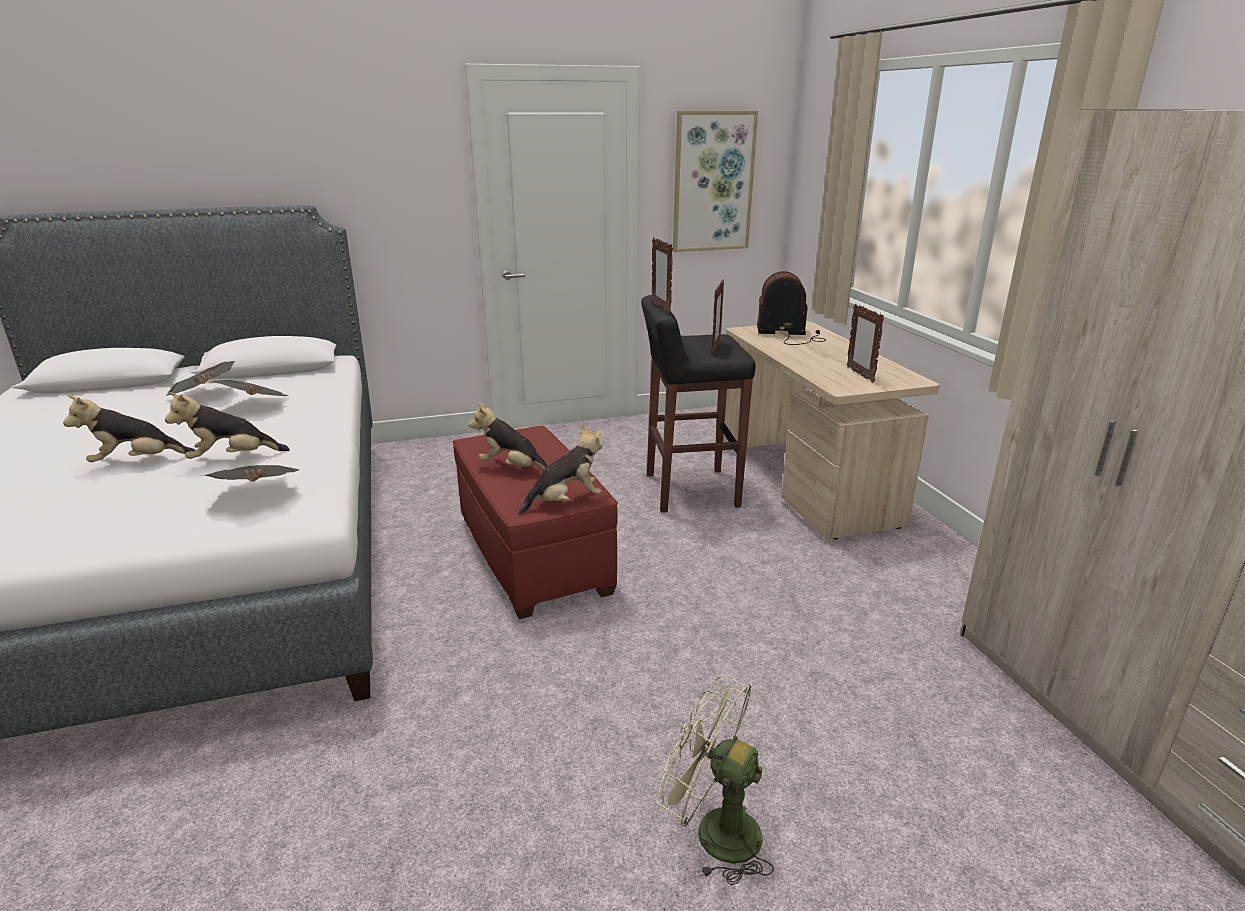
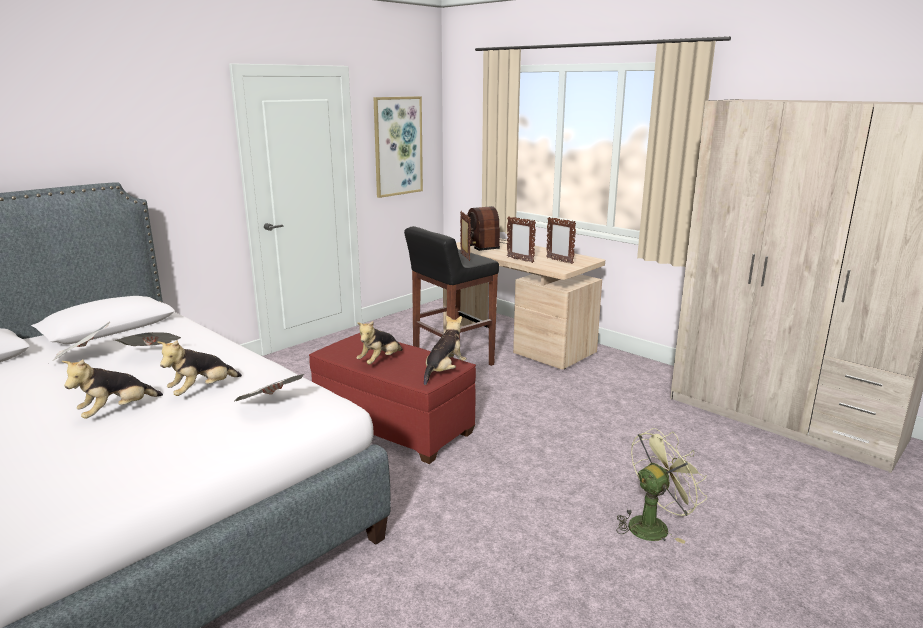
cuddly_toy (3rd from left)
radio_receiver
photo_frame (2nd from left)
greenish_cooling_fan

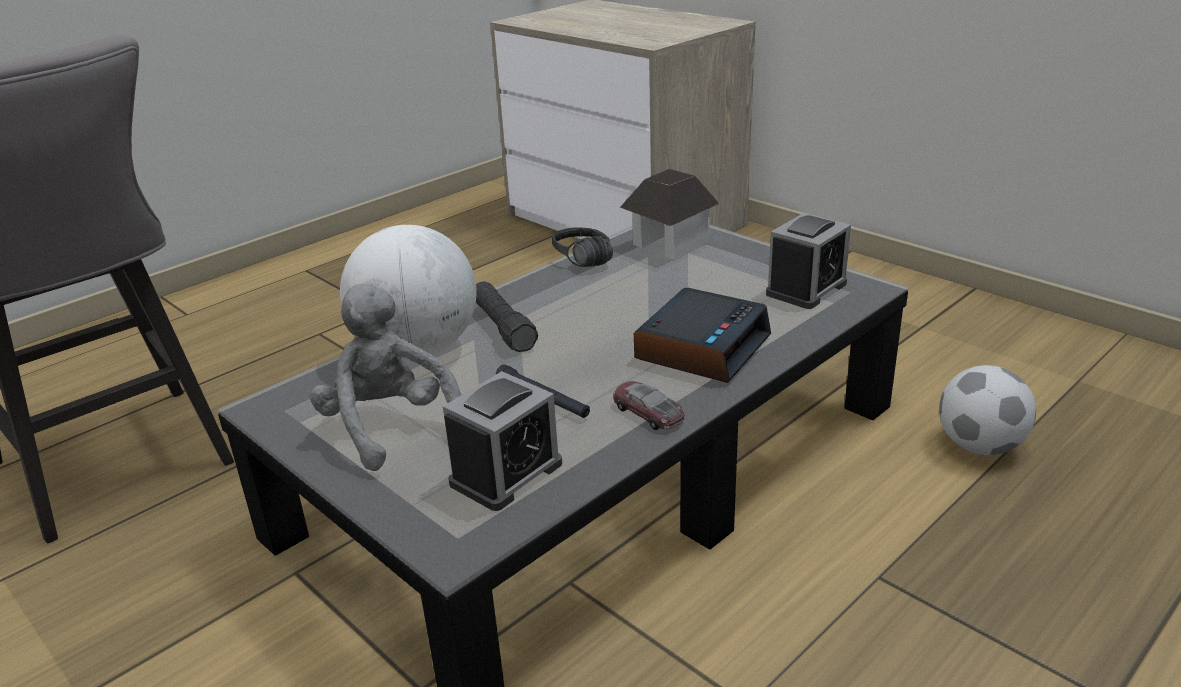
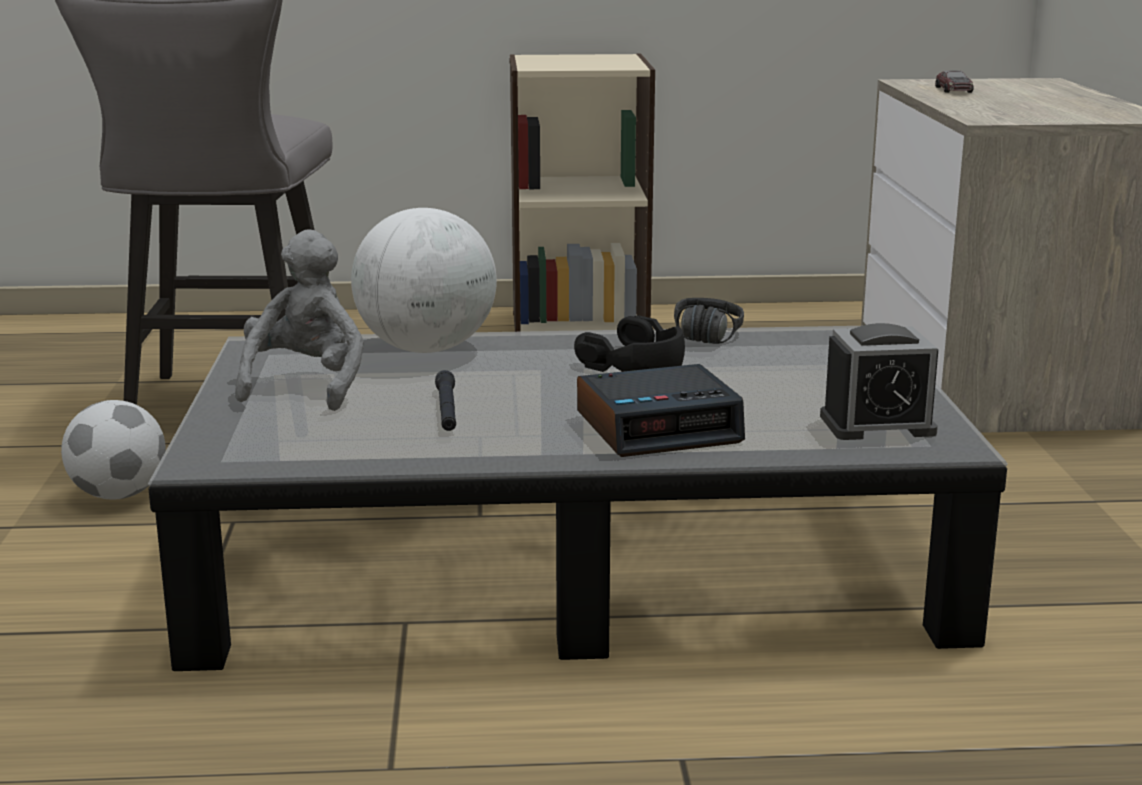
ball_for_football
sand-coloured_bookshelf
blackish_headset (1st from left)
model_car
alarm_clock (1st from left in the first image)
blackish_hand_torch (1st from left in the first image)
miniature_house

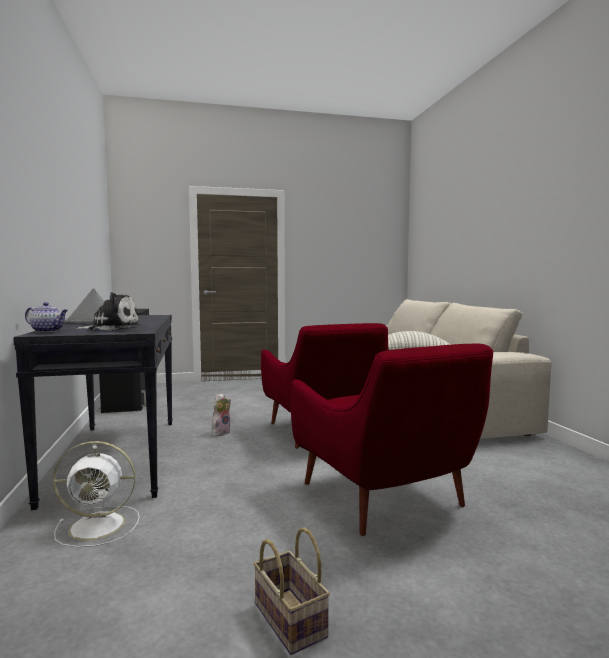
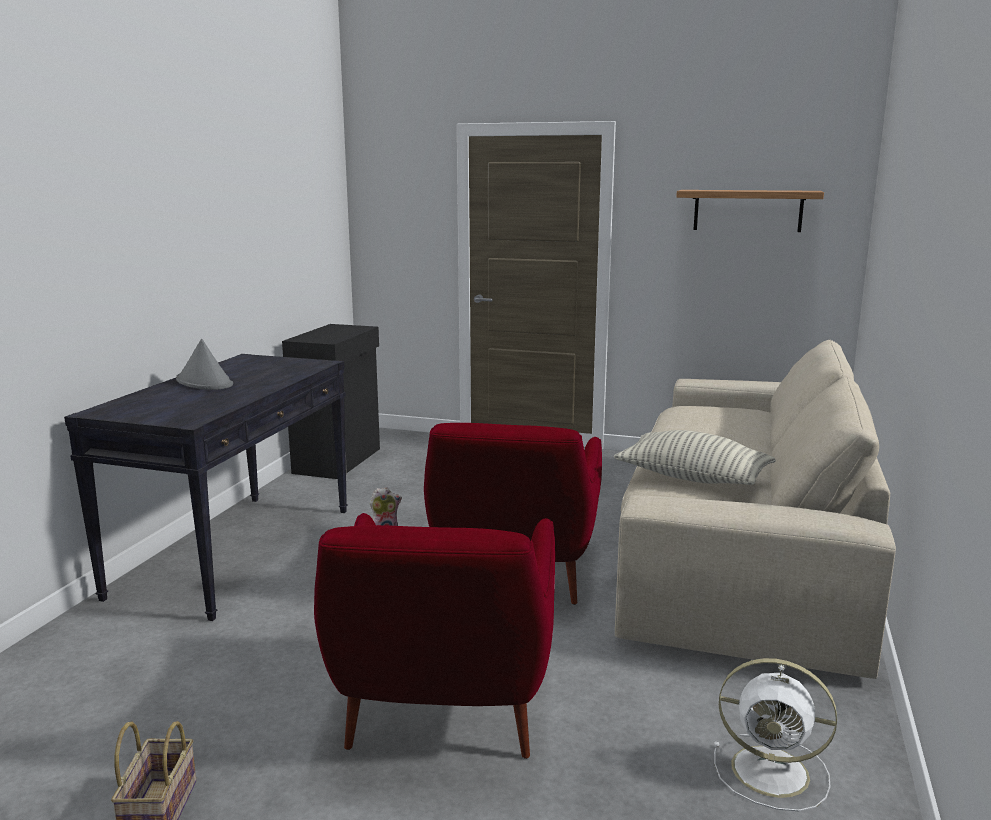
wall_shelf
whitish_cooling_fan
teapot
cuddly_toy (1st from left in the first image)

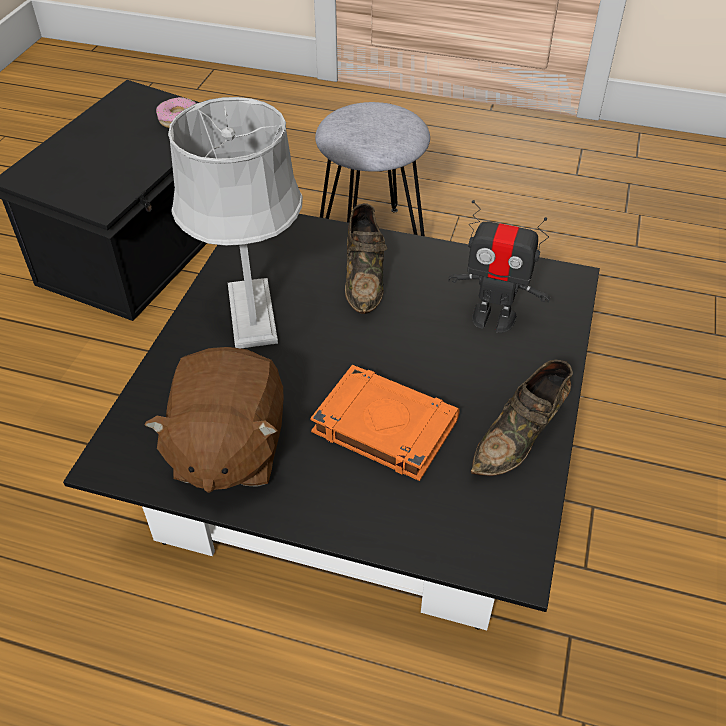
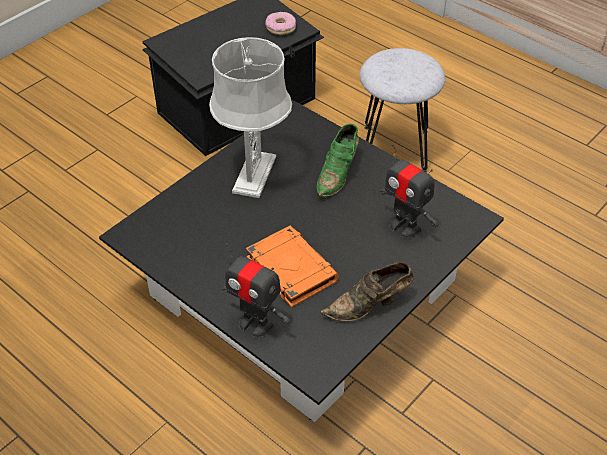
model_robot (1st from left)
greenish_shoe
brown_cuddly_toy

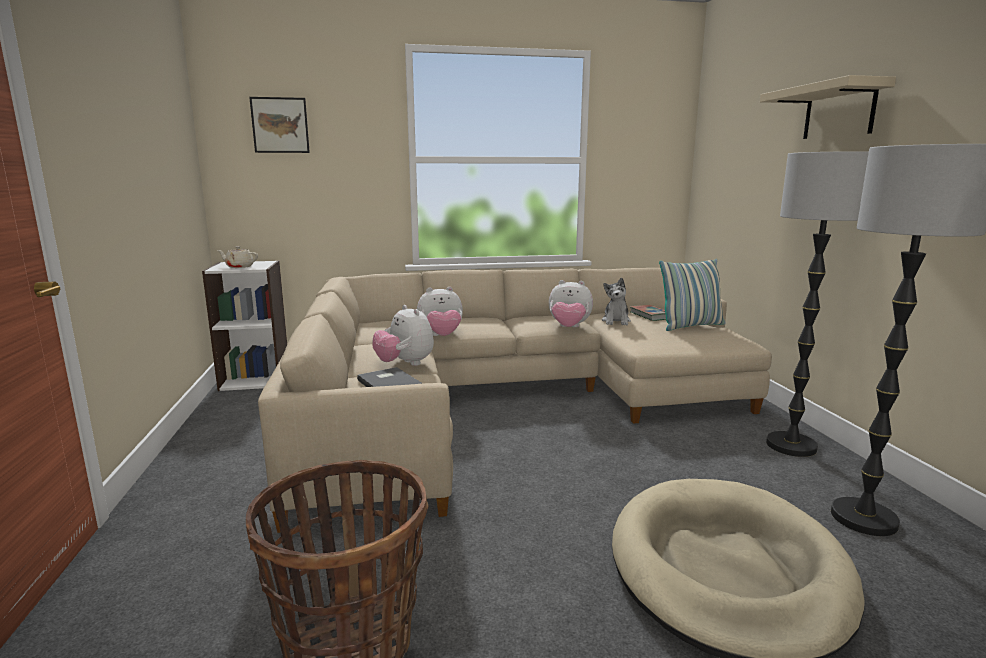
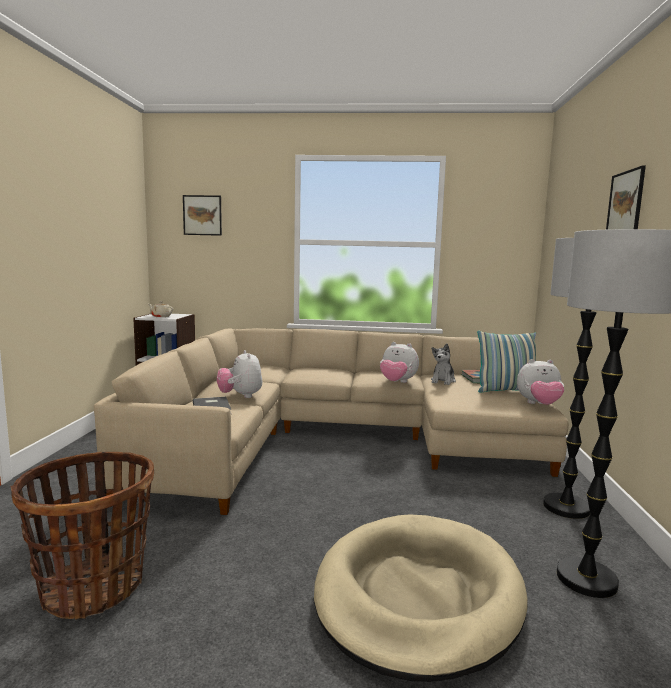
cuddly_toy (4th from left)
picture (2nd from left)

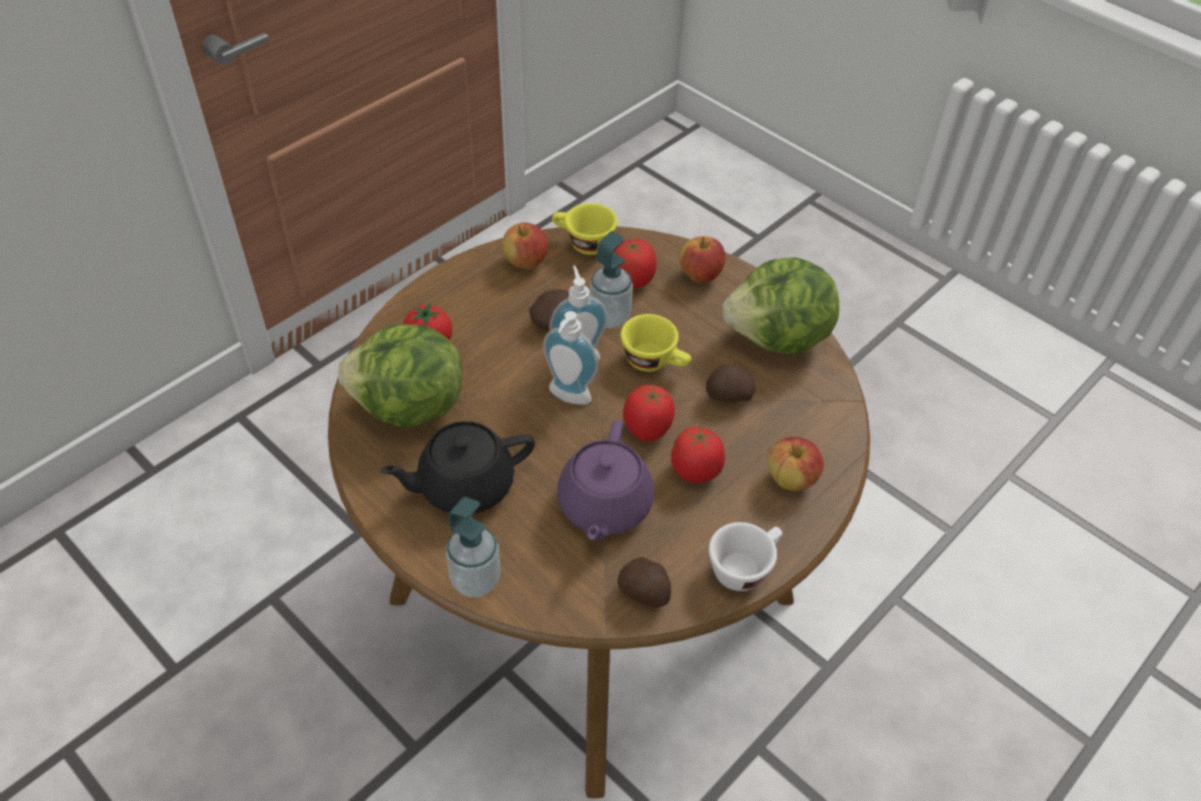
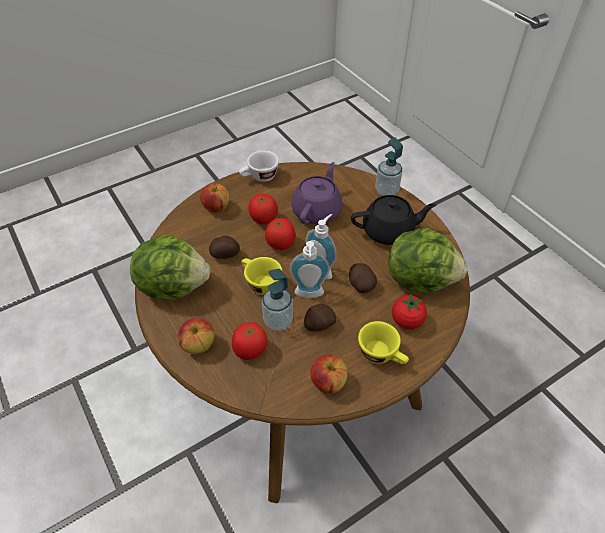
spud (3rd from left)
yellow_cup (2nd from left)

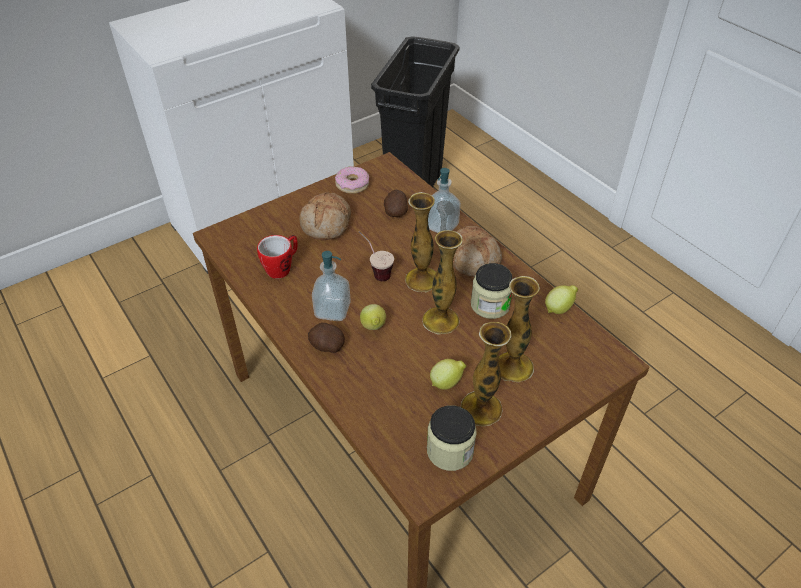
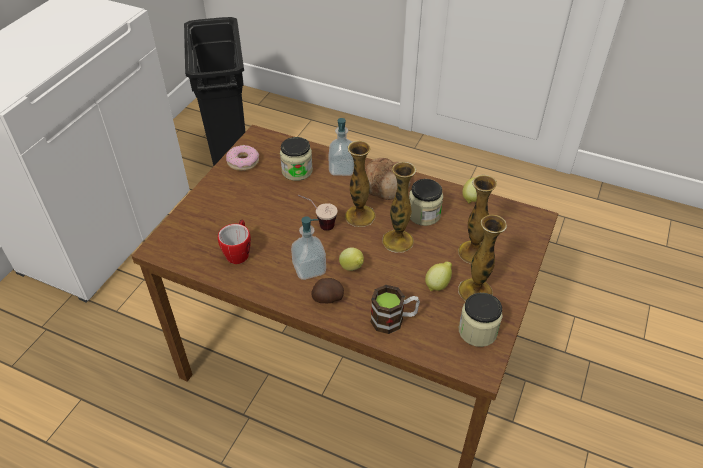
preserve_jar (1st from left)
tea_mug (2nd from left)
bakery_bread (1st from left in the first image)

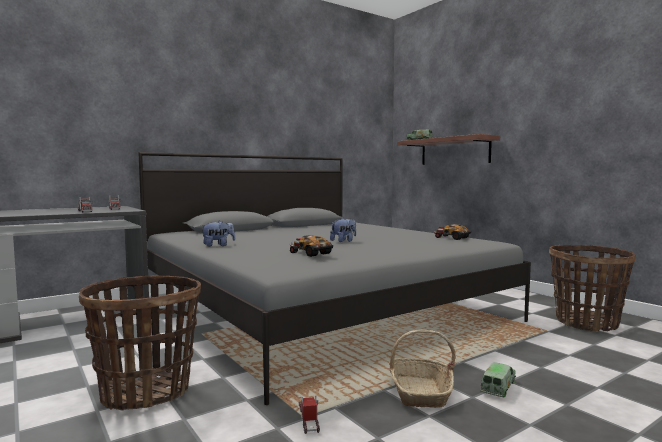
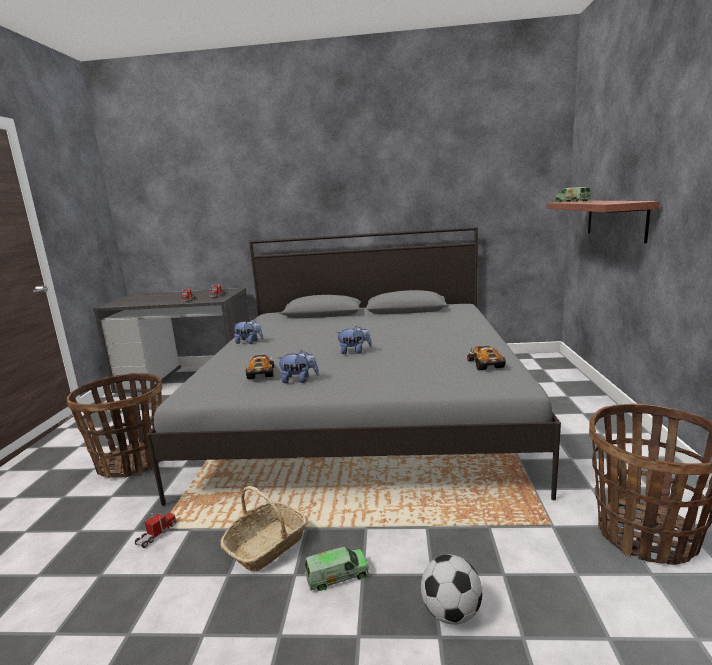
cuddly_toy (2nd from left)
ball_for_football

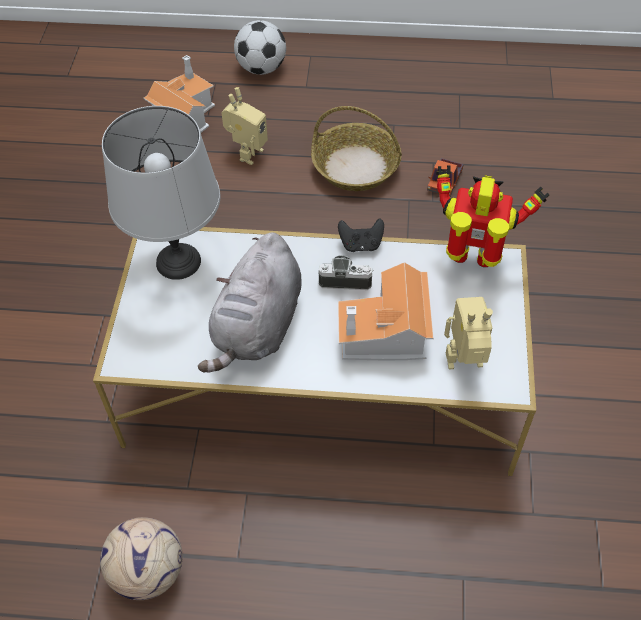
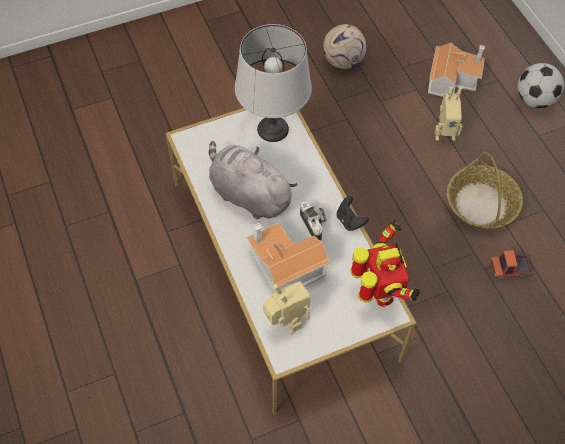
grey_cuddly_toy
ball_for_football (1st from left)

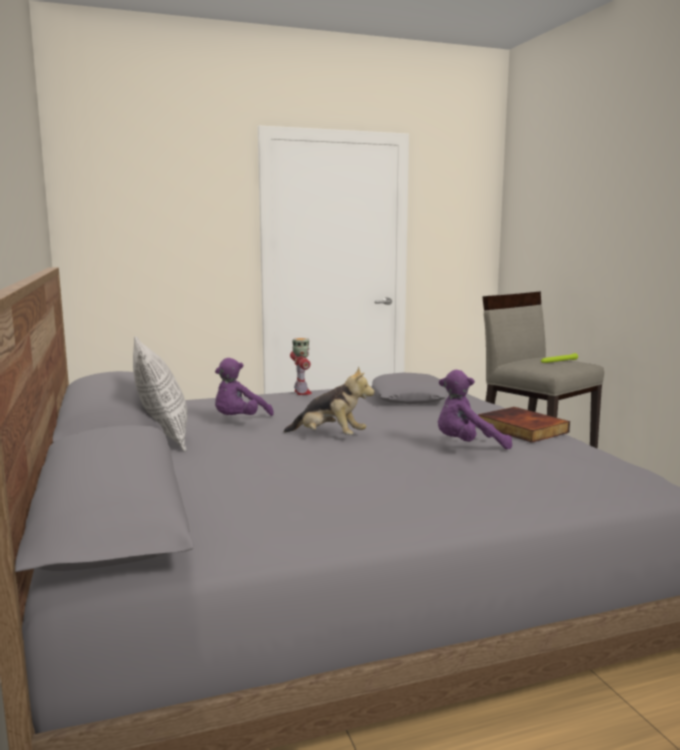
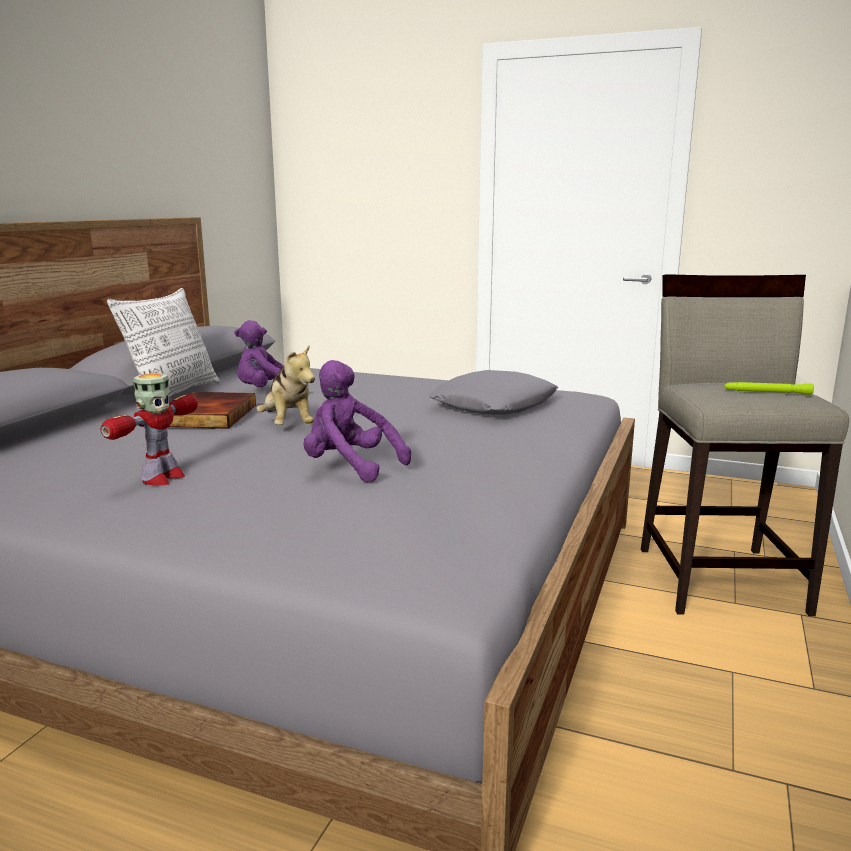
model_robot
bound_book

